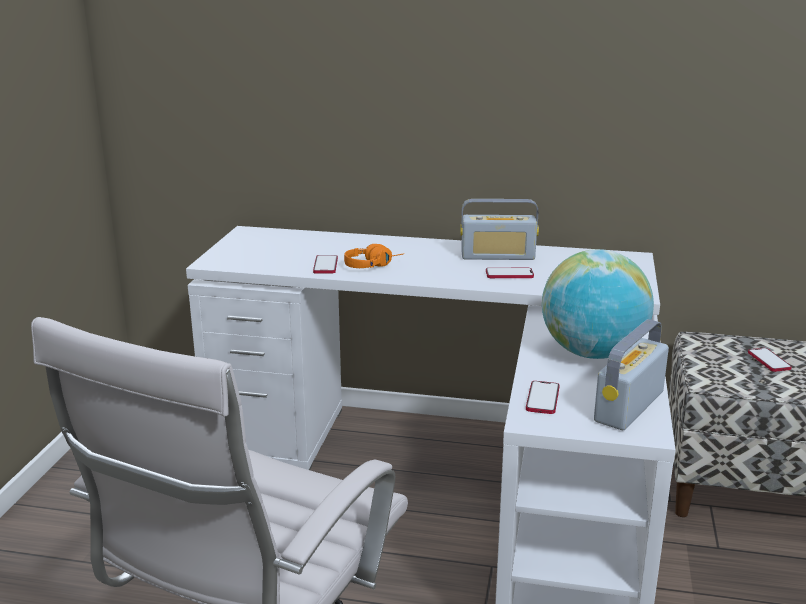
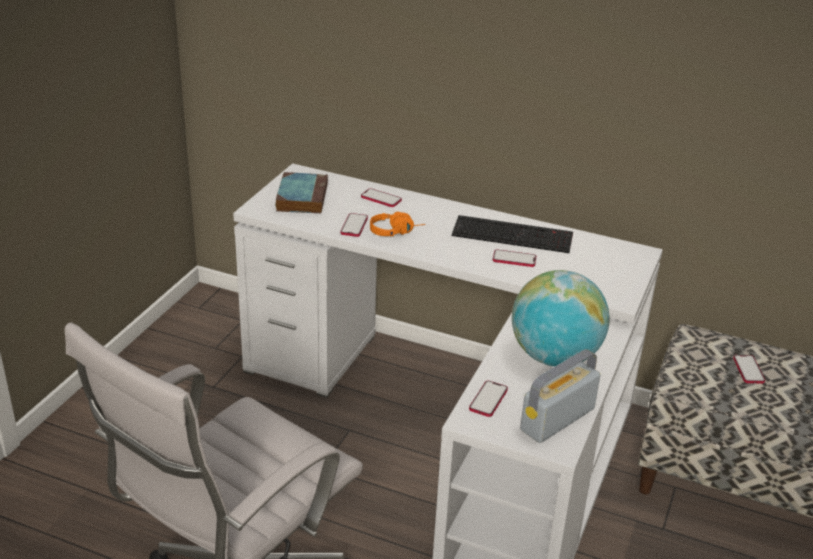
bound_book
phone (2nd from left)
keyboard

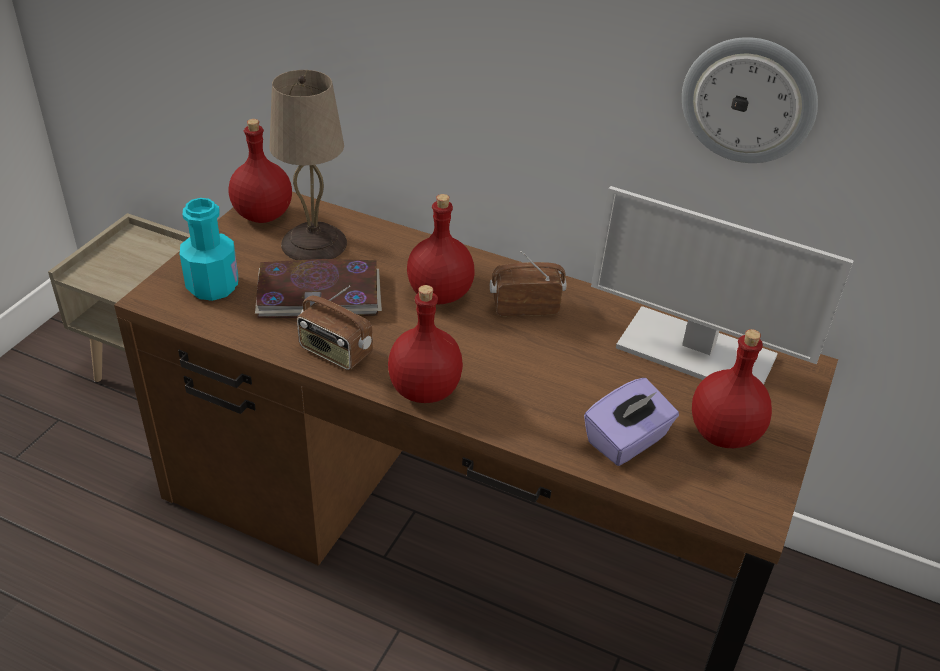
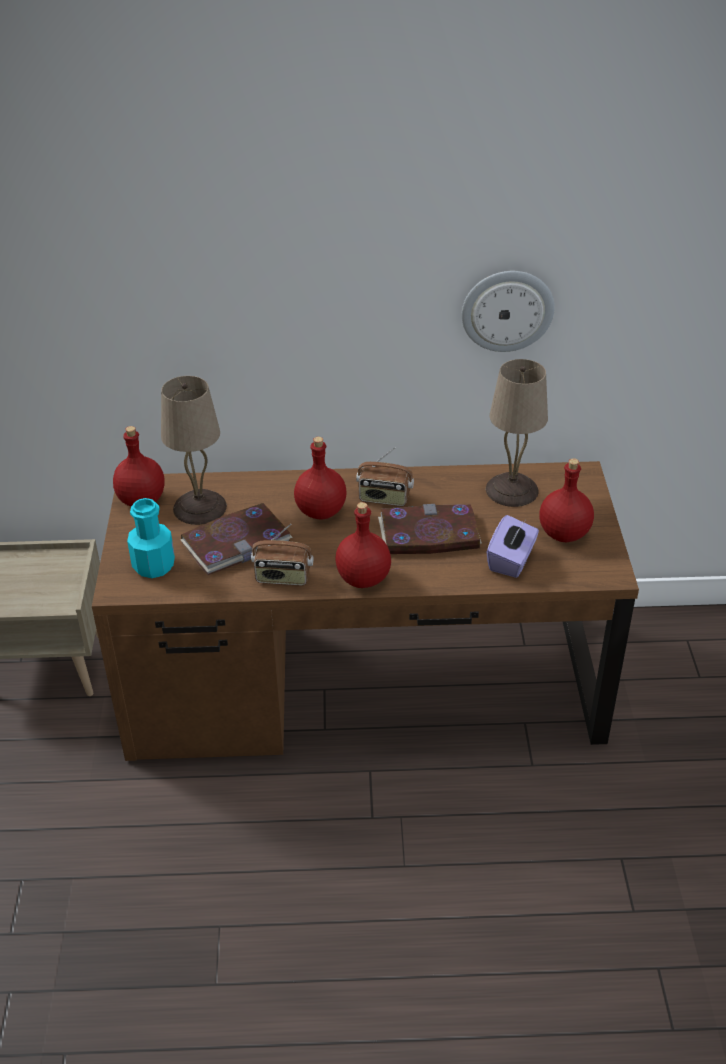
radio_receiver (2nd from left)
bound_book (2nd from left)
sand-coloured_lamp_for_a_table (2nd from left)

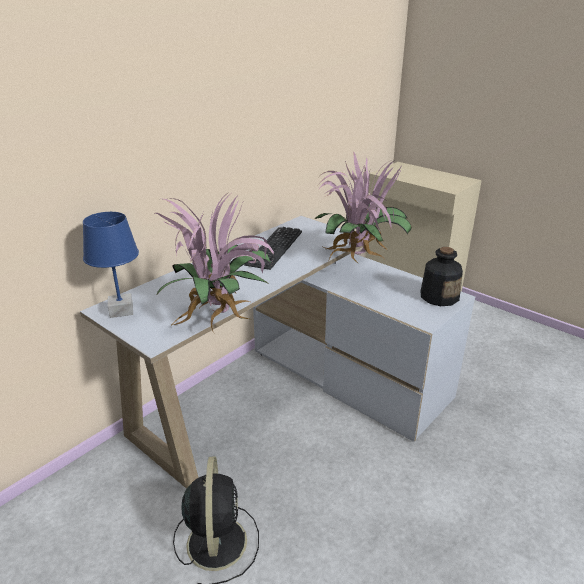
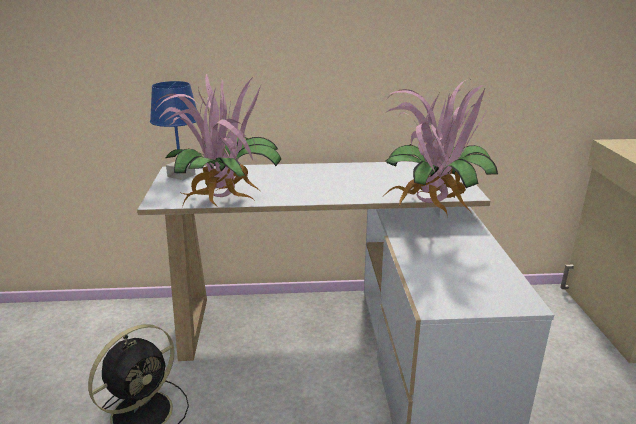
keyboard
drink_bottle

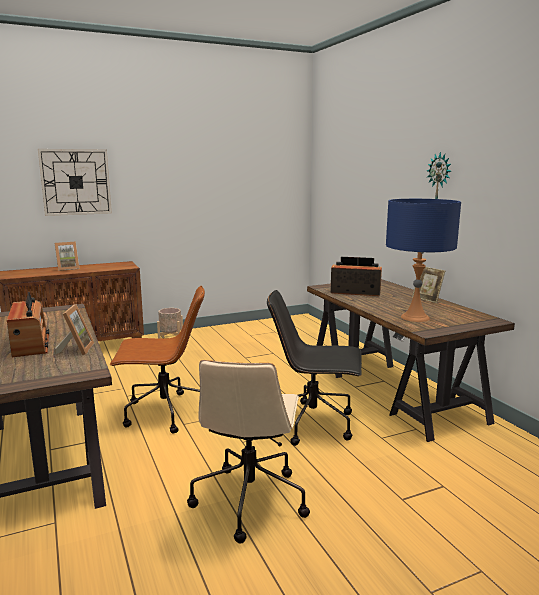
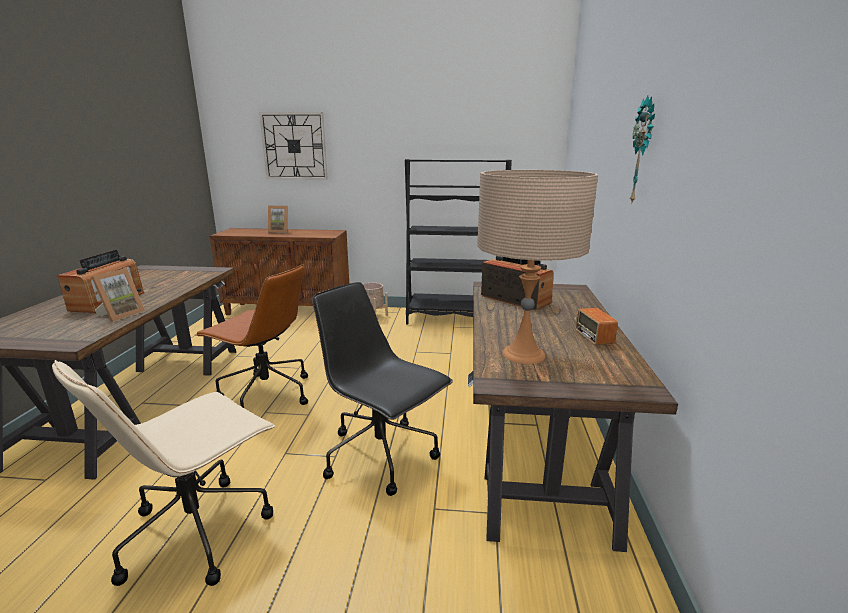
blackish_bookshelf
sand-coloured_lamp_for_a_table
radio_receiver (3rd from left)

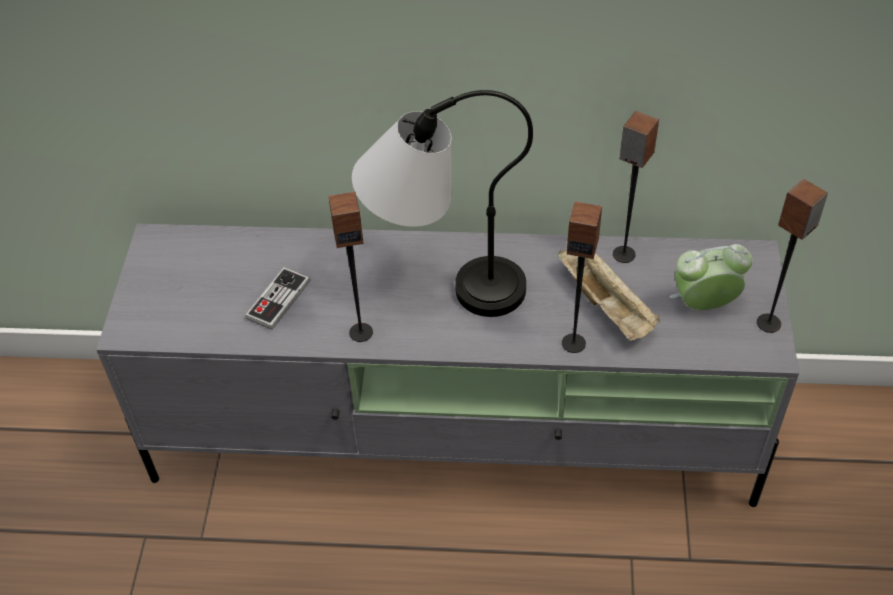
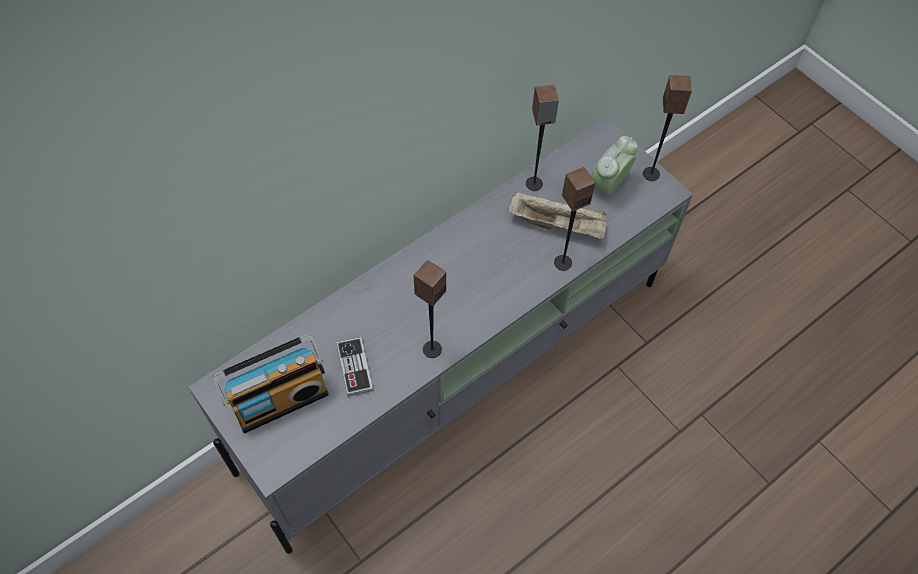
radio_receiver
lamp_for_a_table

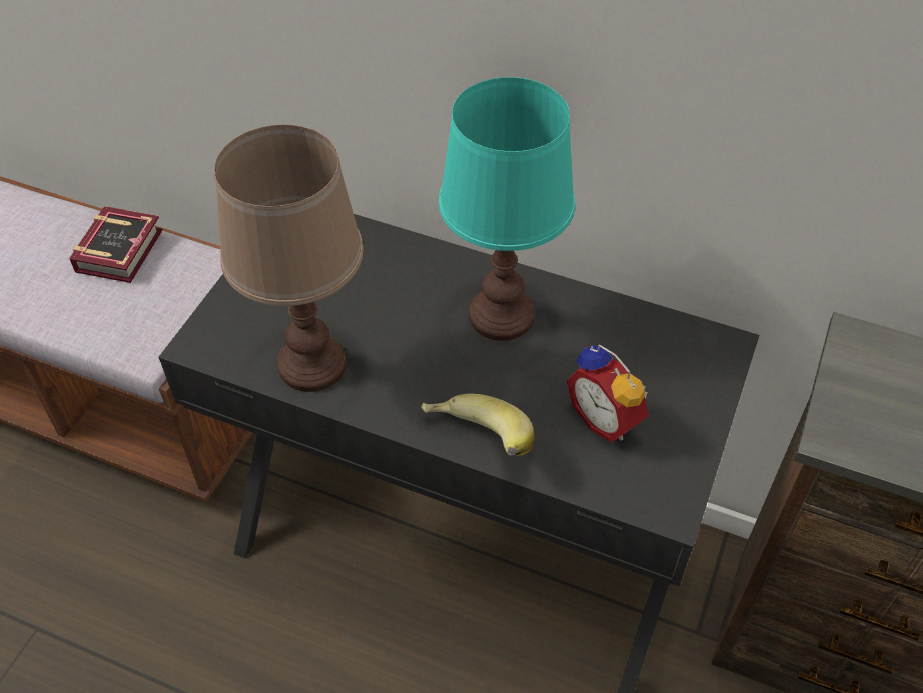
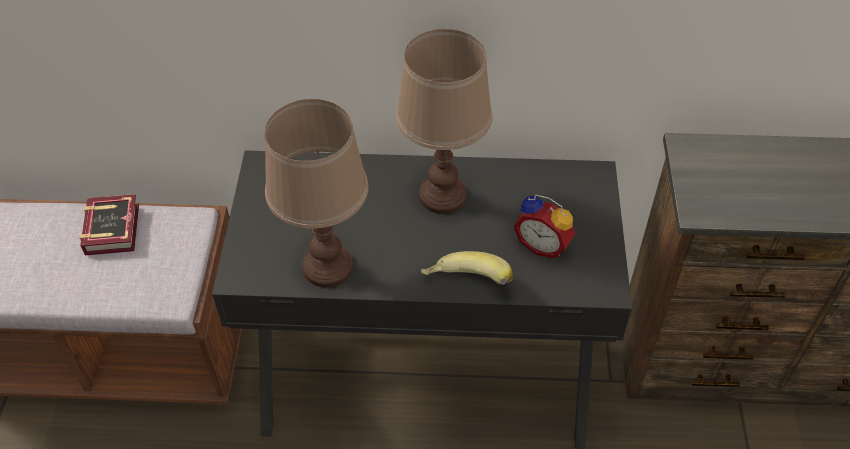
brown_lamp_for_a_table (2nd from left)

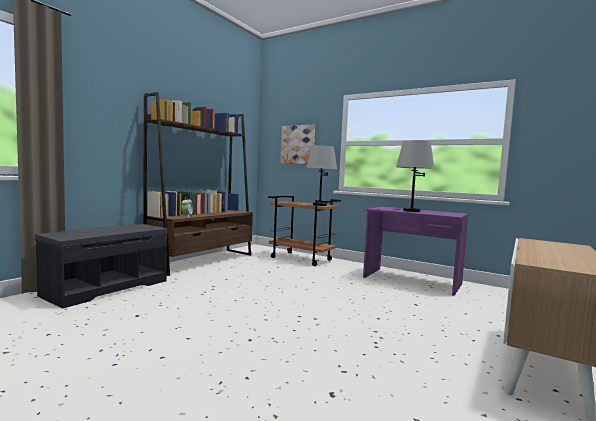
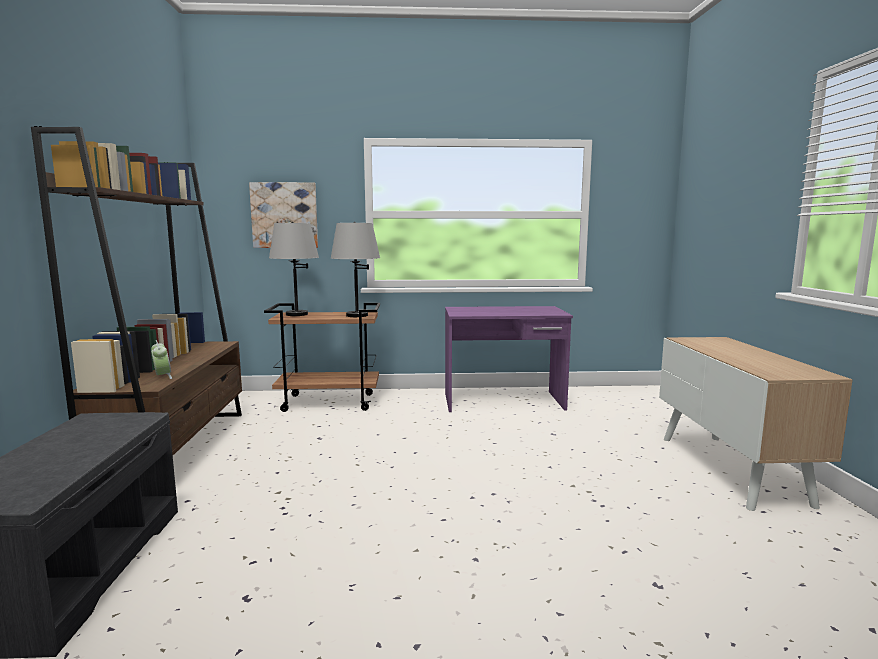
grey_lamp_for_a_table (1st from left)

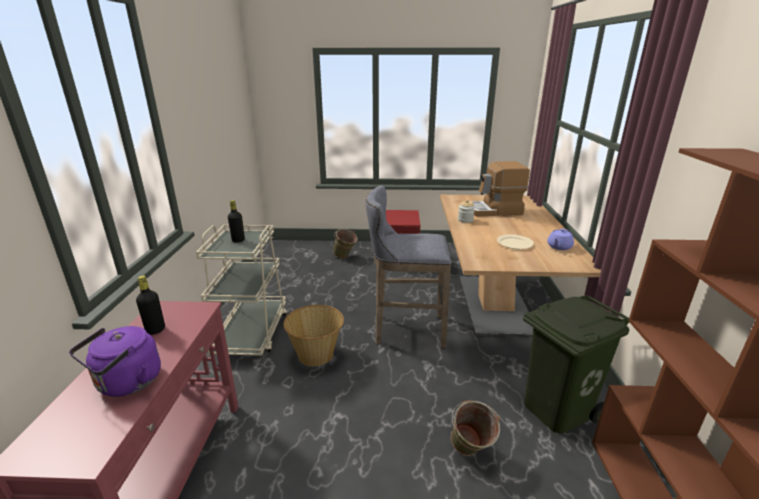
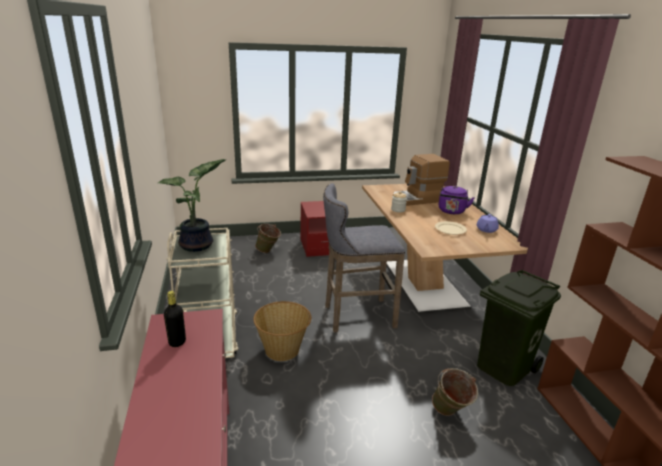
houseplant
purplish_water_kettle

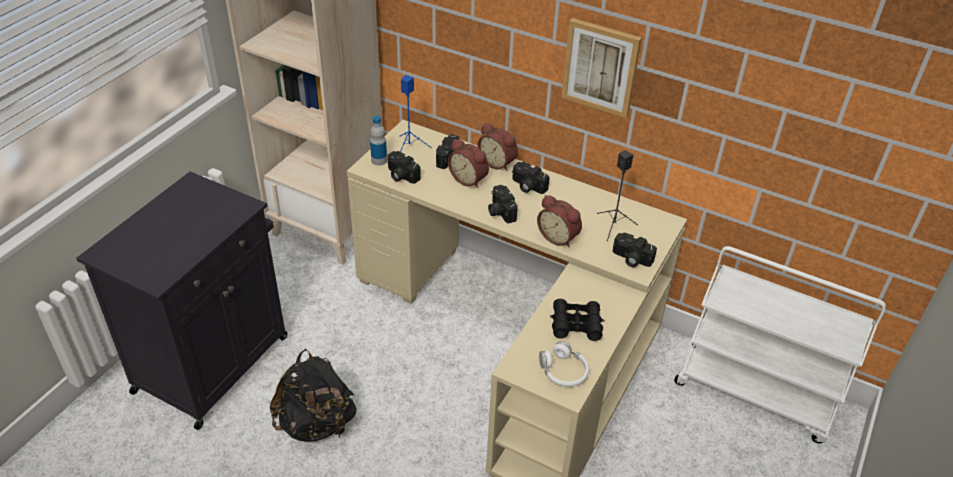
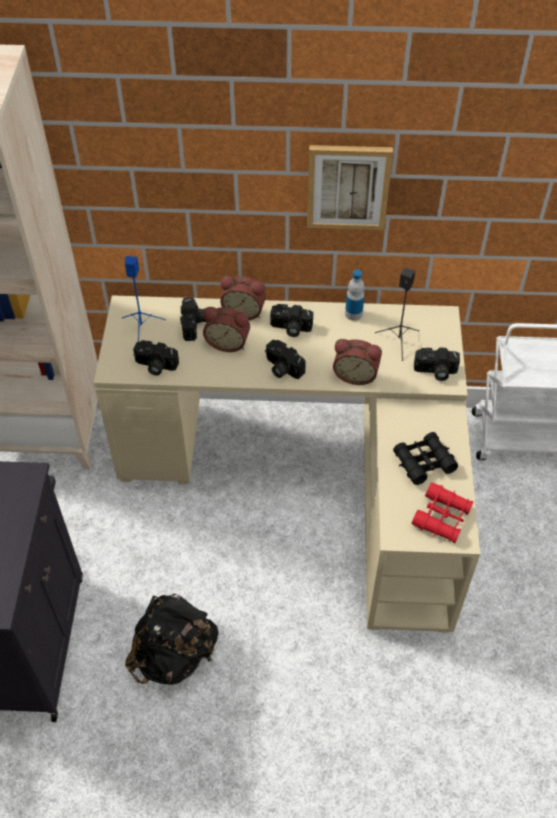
drink_bottle
red-coloured_binoculars

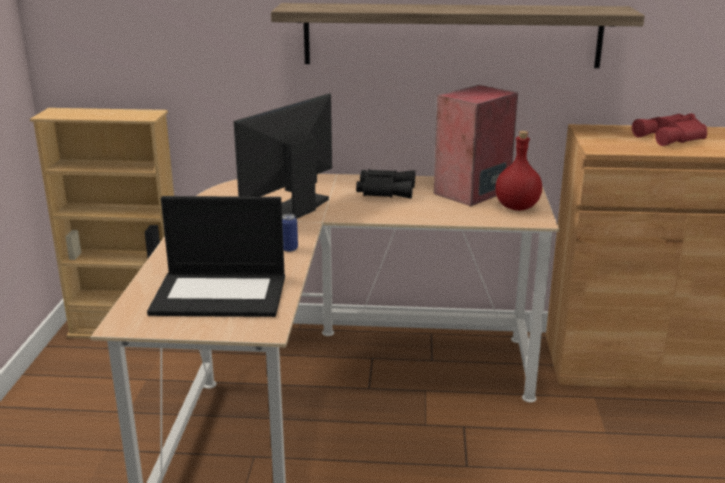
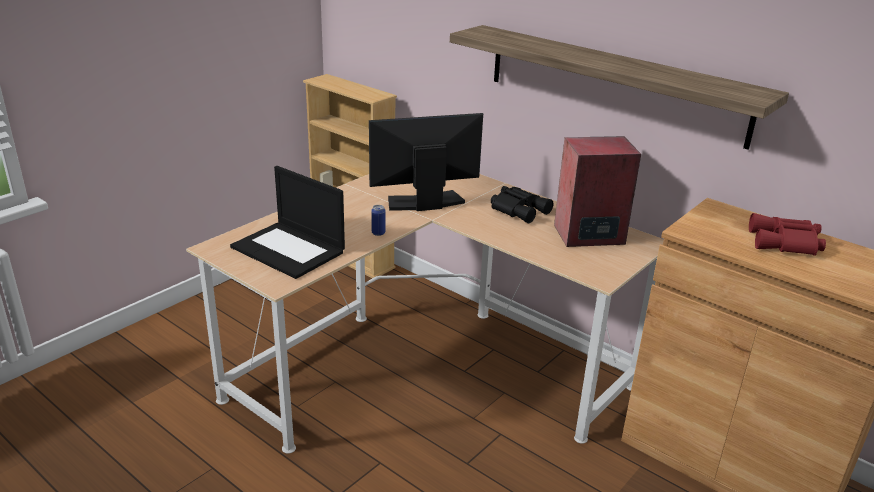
red-coloured_drink_bottle

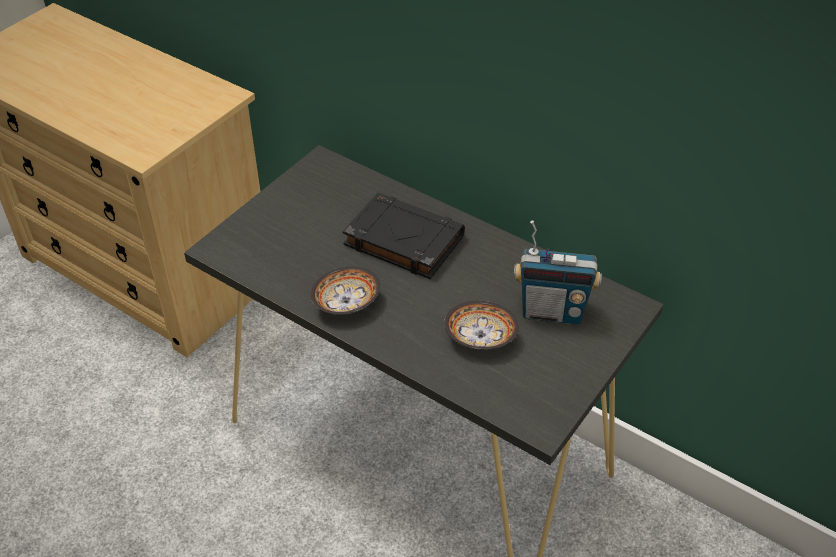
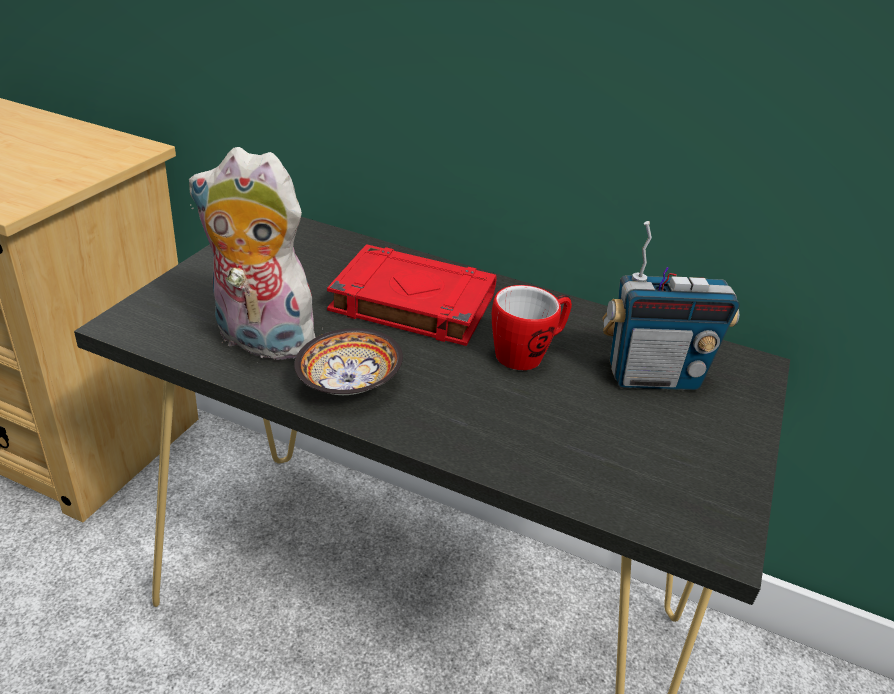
cuddly_toy
red-coloured_bound_book
tea_mug
deep_dish (2nd from left in the first image)

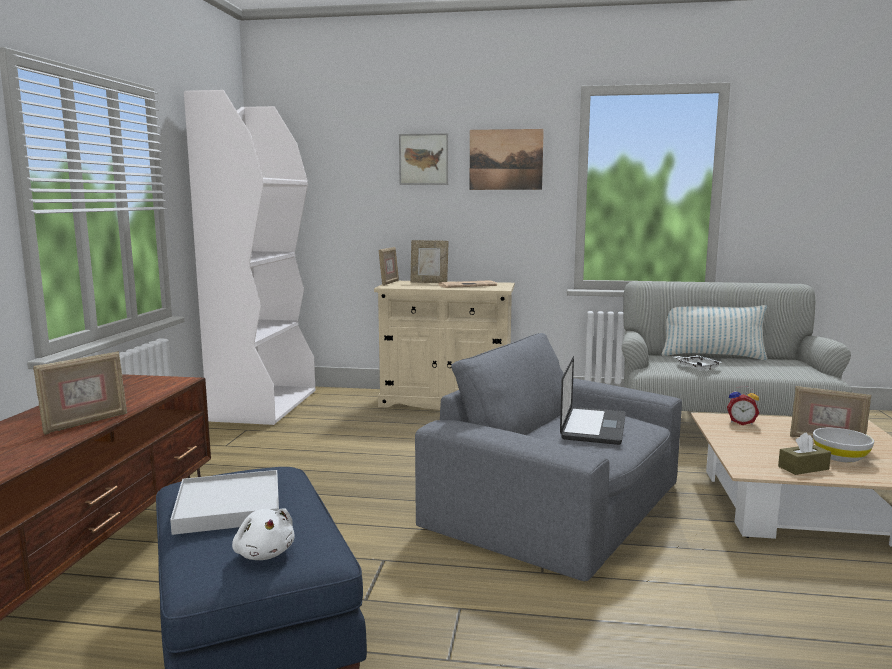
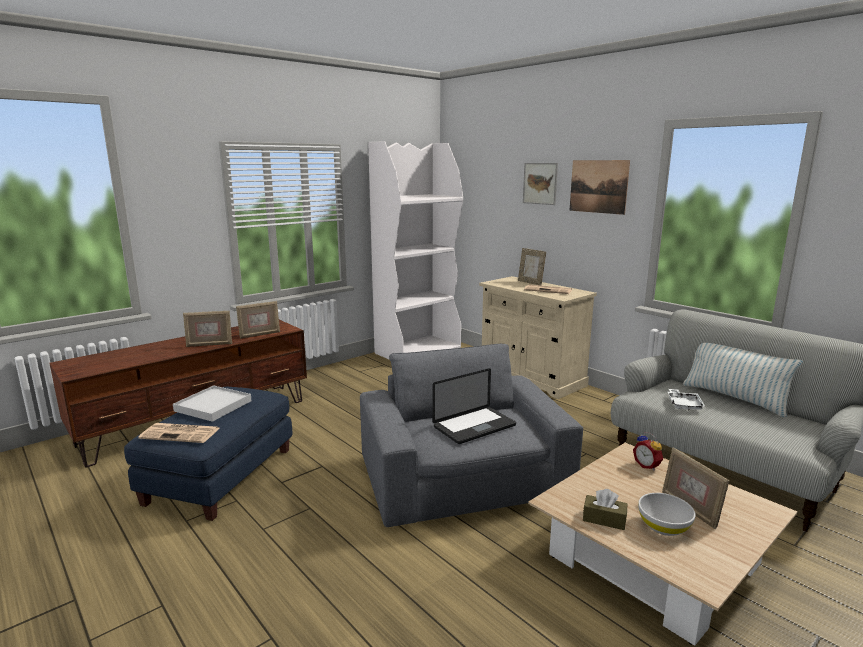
daily_paper (1st from left)
photo_frame (2nd from left)

